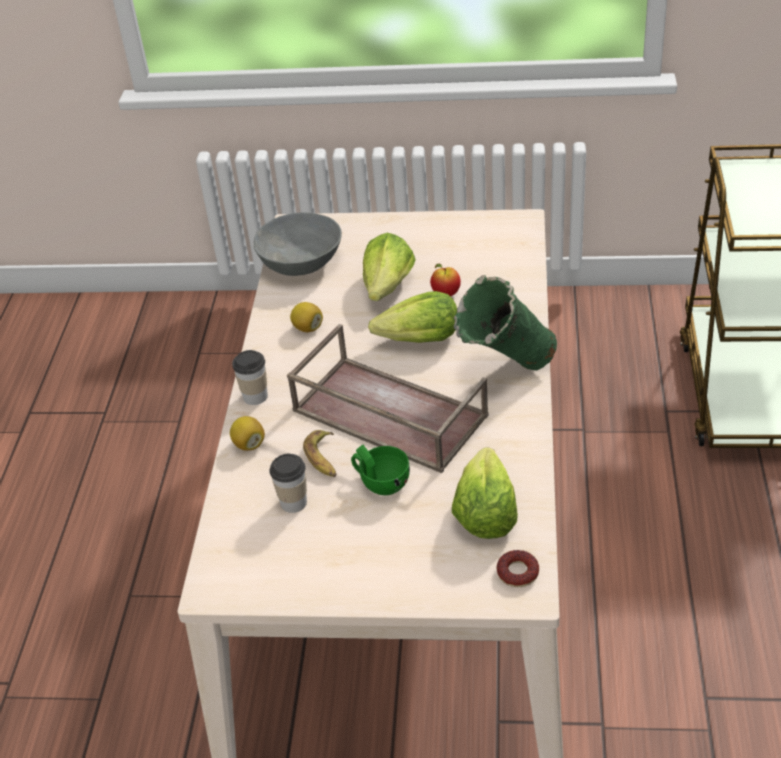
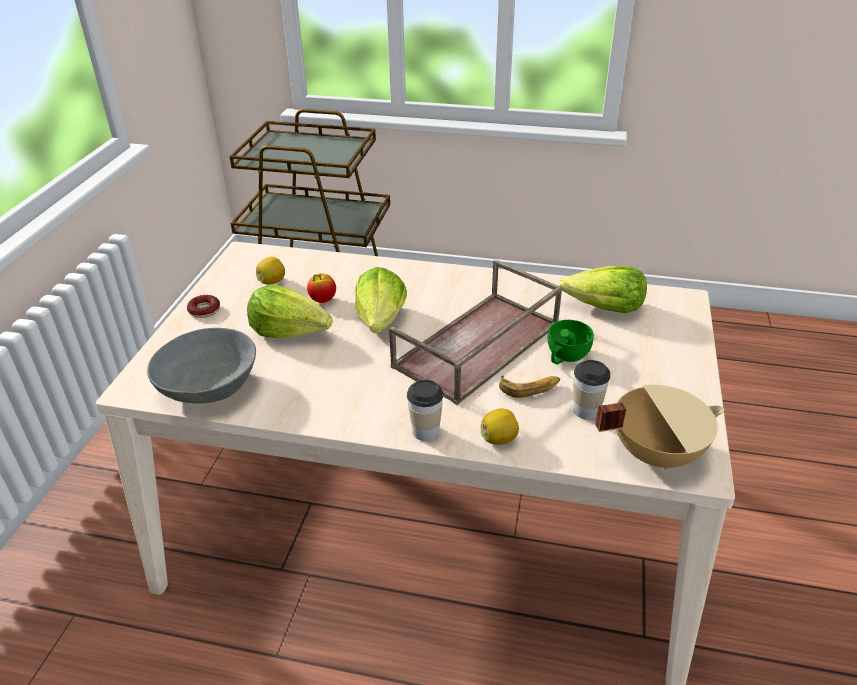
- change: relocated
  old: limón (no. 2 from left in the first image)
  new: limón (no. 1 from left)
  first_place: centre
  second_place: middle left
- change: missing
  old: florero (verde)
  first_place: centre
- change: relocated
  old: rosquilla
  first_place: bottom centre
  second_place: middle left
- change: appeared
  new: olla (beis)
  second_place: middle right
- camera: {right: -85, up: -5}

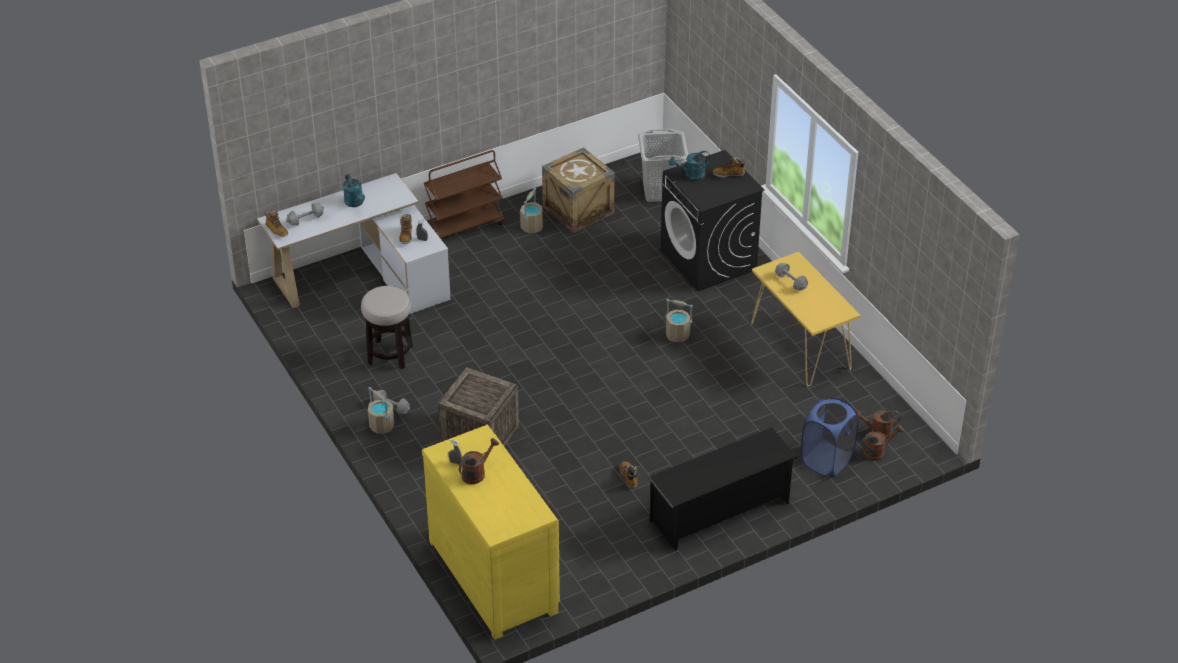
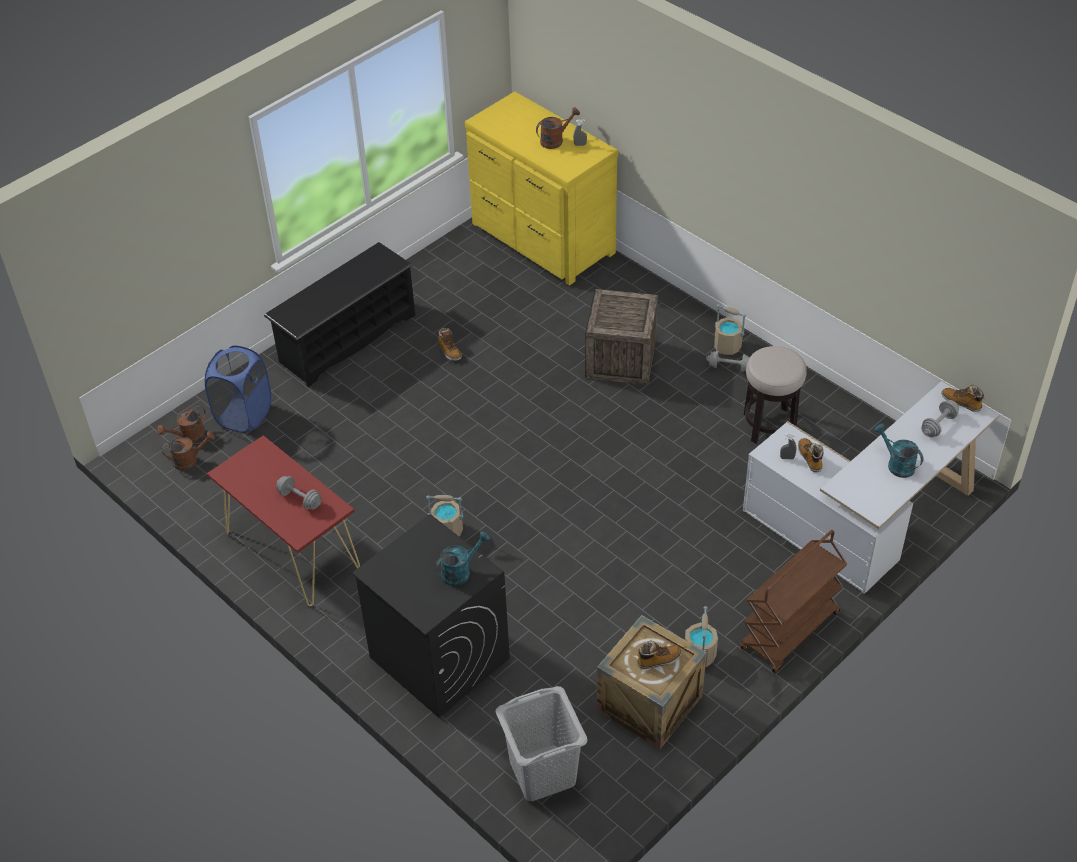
- change: spun
  old: regadera (marrón) (no. 1 from left in the first image)
  first_place: bottom centre
  second_place: top centre
  degrees: -150
- change: relocated
  old: bota (no. 4 from left in the first image)
  new: bota (no. 2 from left)
  first_place: top centre
  second_place: bottom centre
- change: colour
  old: mesa consola (amarillo)
  new: mesa consola (rojo)
  first_place: middle right
  second_place: middle left
- camera: {right: 165, up: 5}

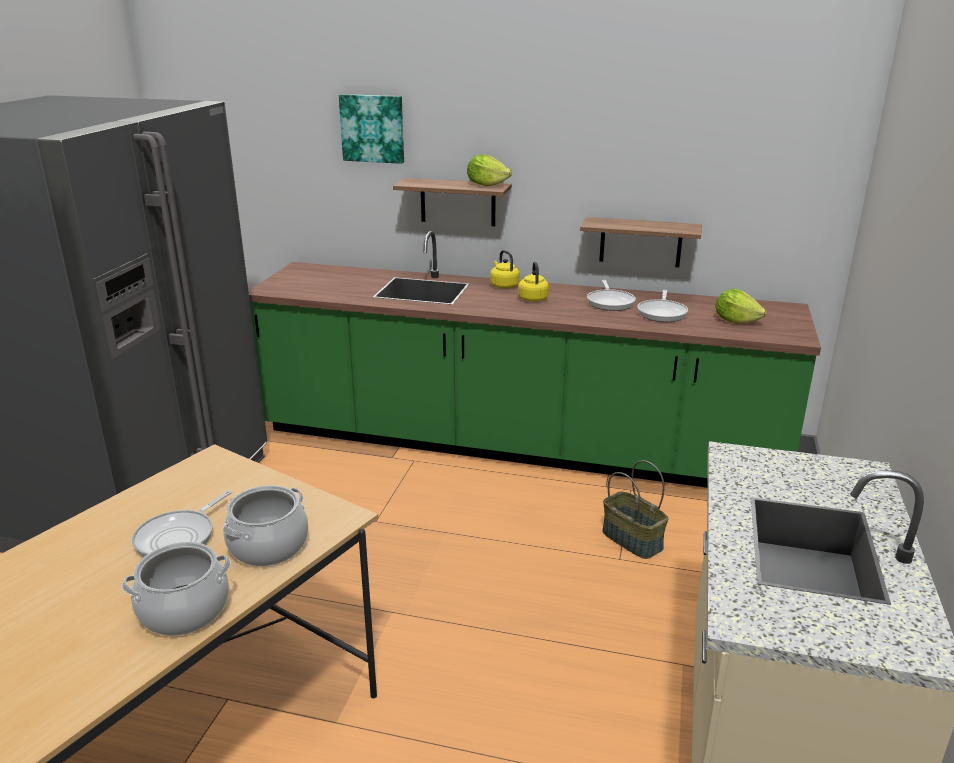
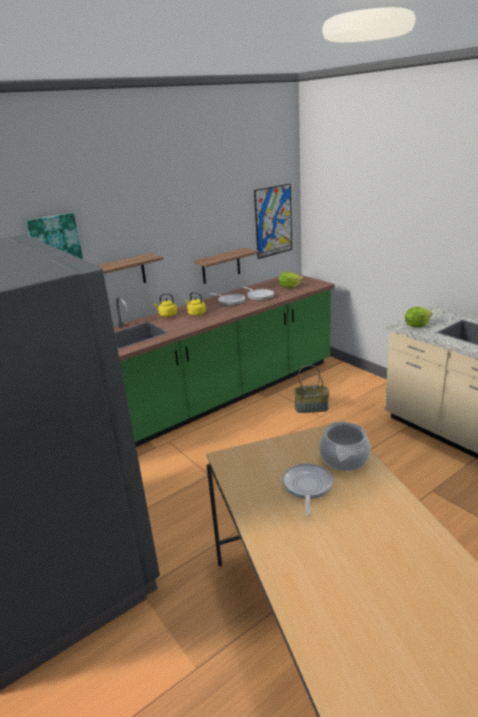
- change: missing
  old: olla (no. 1 from left)
  first_place: bottom left
- change: spun
  old: sartén (no. 1 from left in the first image)
  first_place: bottom left
  second_place: bottom centre
  degrees: -150
- change: relocated
  old: lechuga (no. 1 from left in the first image)
  new: lechuga (no. 2 from left)
  first_place: top centre
  second_place: middle right
- change: appeared
  new: cuadro (no. 2 from left)
  second_place: top centre
- camera: {right: -50, up: 0}

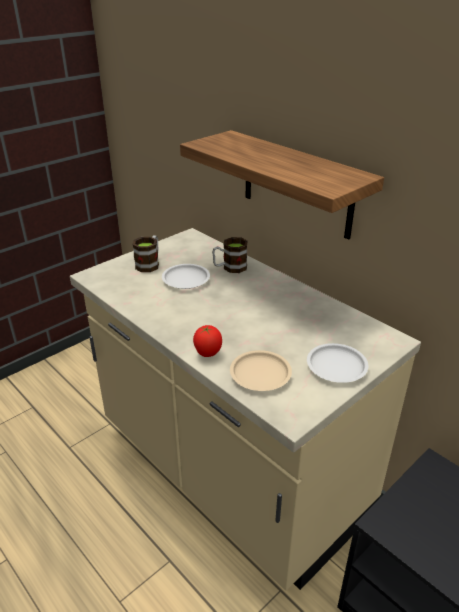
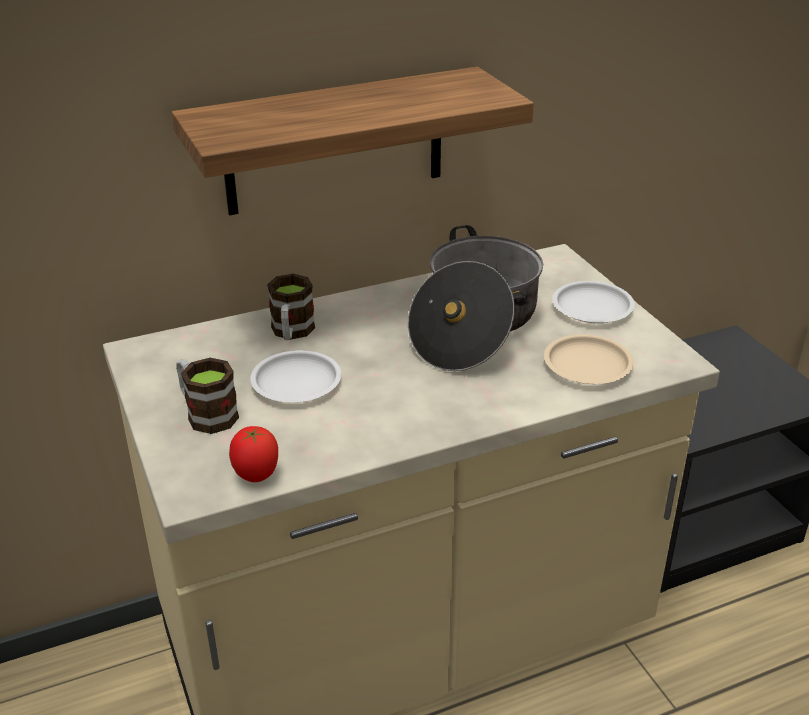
- change: relocated
  old: tomate
  first_place: centre
  second_place: middle left
- change: appeared
  new: olla
  second_place: centre
- camera: {right: -70, up: 0}

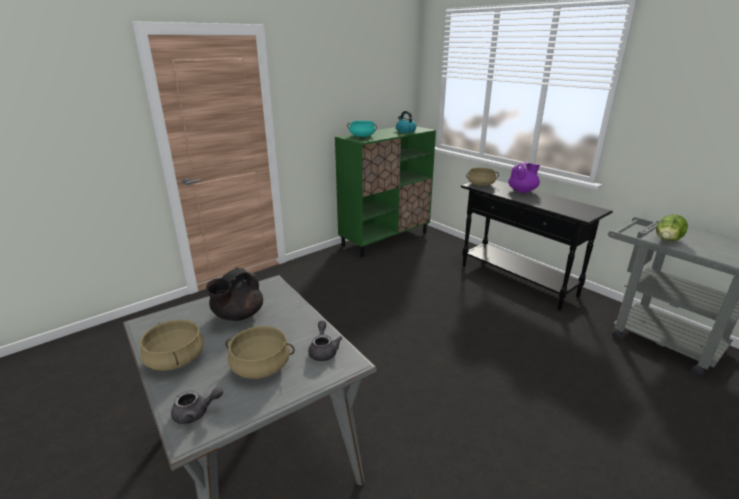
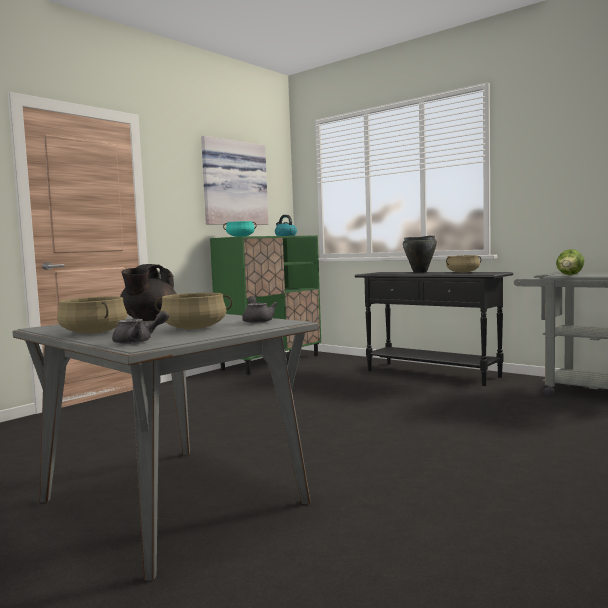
- change: relocated
  old: olla (beis) (no. 3 from left)
  first_place: centre
  second_place: middle right
- change: exchanged
  old: tetera (morado)
  new: olla (negro)
  first_place: middle right
  second_place: middle right
- change: appeared
  new: cuadro
  second_place: top centre
- camera: {right: -10, up: -20}

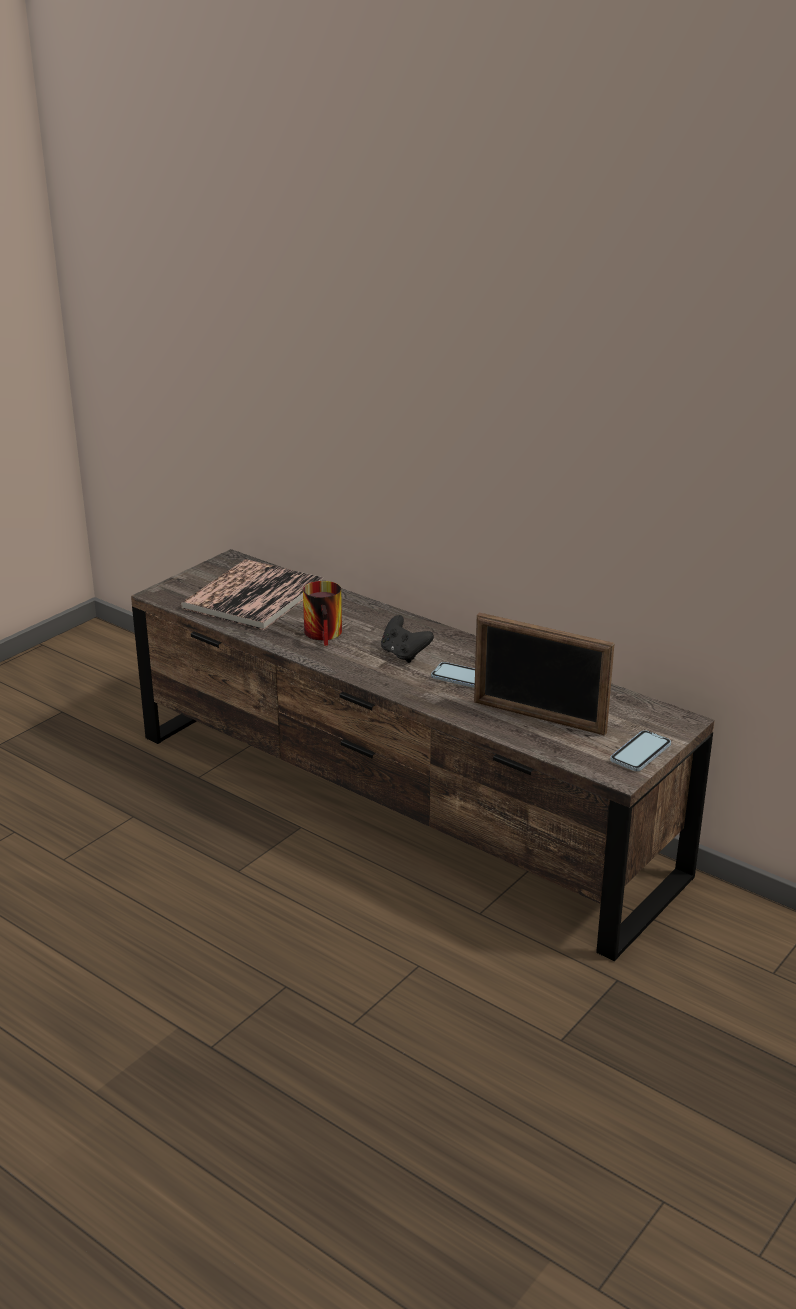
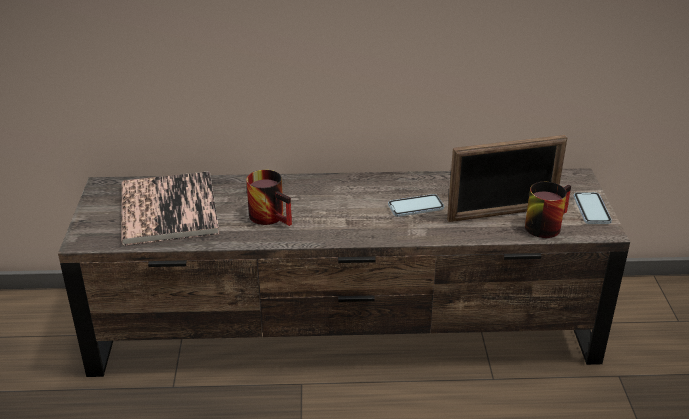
- change: missing
  old: mando de consola (negro)
  first_place: centre
- change: appeared
  new: taza grande (no. 2 from left)
  second_place: middle right
- camera: {right: -40, up: 5}

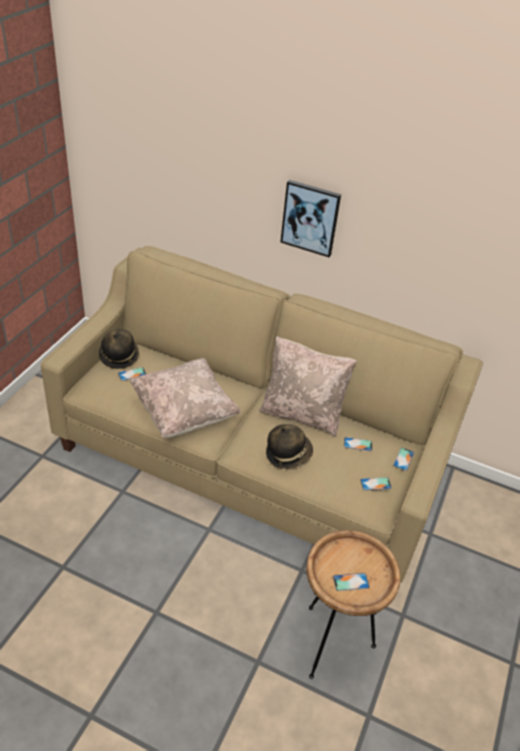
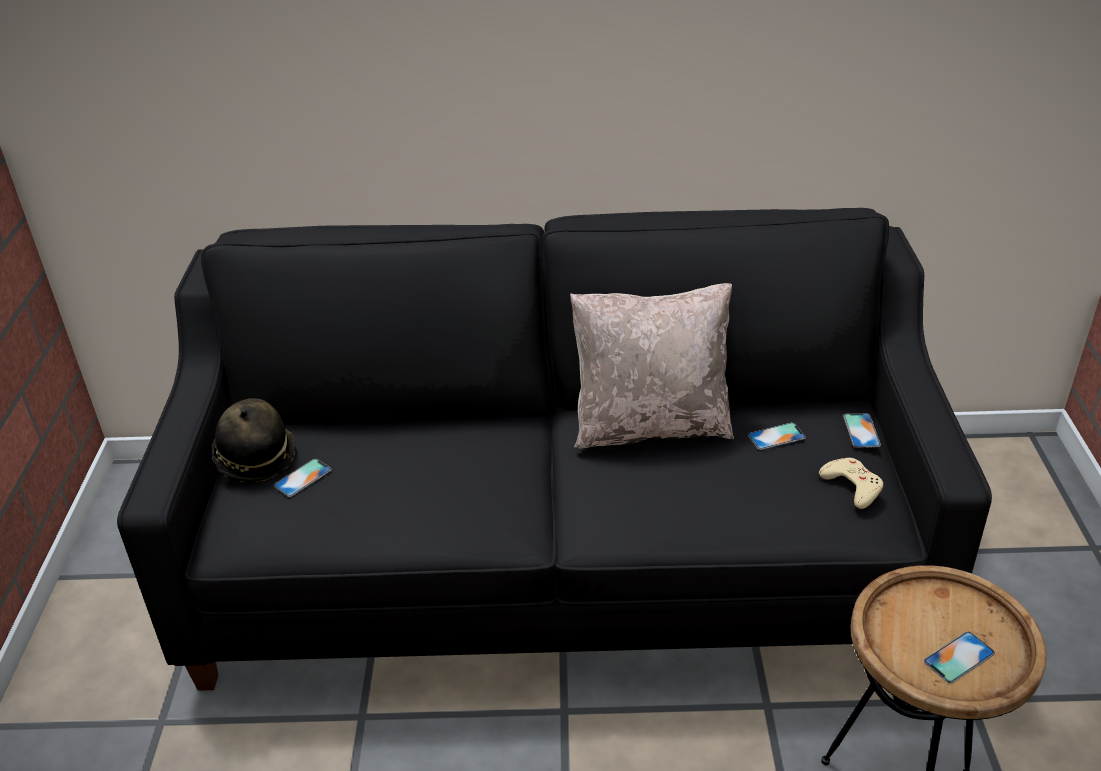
- change: colour
  old: sofá (beis)
  new: sofá (negro)
  first_place: centre
  second_place: centre
- change: missing
  old: cojín (beis) (no. 1 from left)
  first_place: centre
- change: missing
  old: sombrero (no. 2 from left)
  first_place: centre
- change: missing
  old: cuadro
  first_place: top centre
- change: exchanged
  old: móvil (no. 4 from left)
  new: mando de consola (beis)
  first_place: middle right
  second_place: middle right
- camera: {right: -20, up: -5}

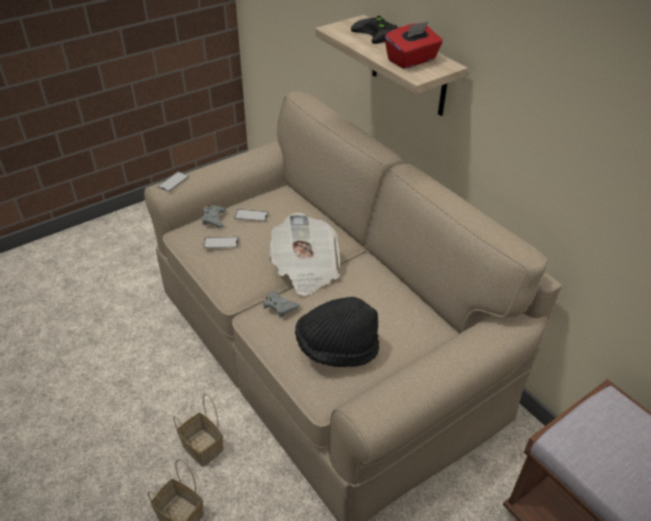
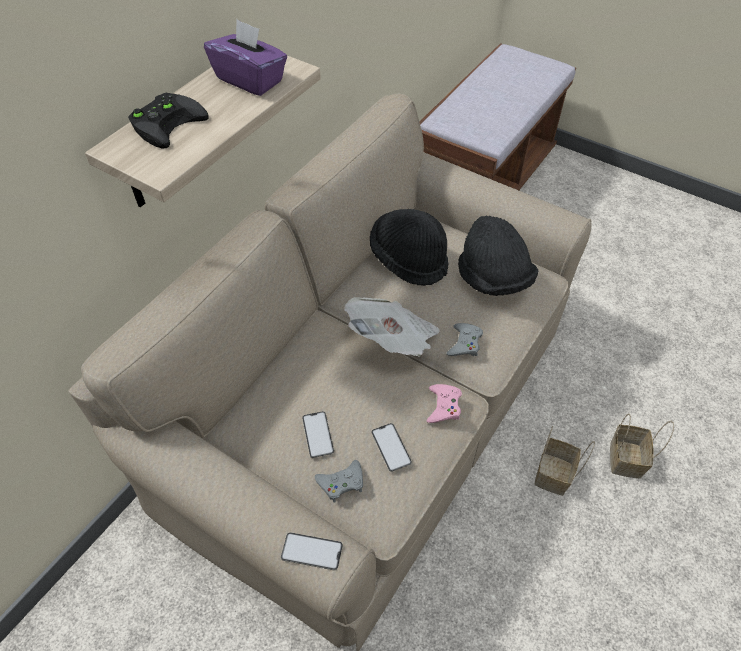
- change: colour
  old: caja de pañuelos (rojo)
  new: caja de pañuelos (morado)
  first_place: top centre
  second_place: top left
- change: appeared
  new: sombrero (negro) (no. 1 from left)
  second_place: centre
- change: appeared
  new: mando de consola (rosa)
  second_place: centre
- camera: {right: -110, up: 10}

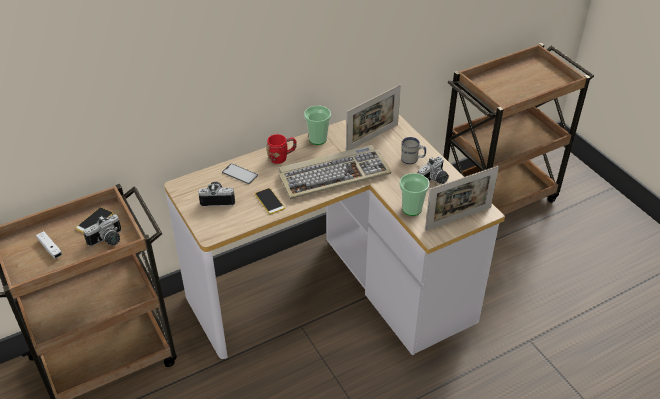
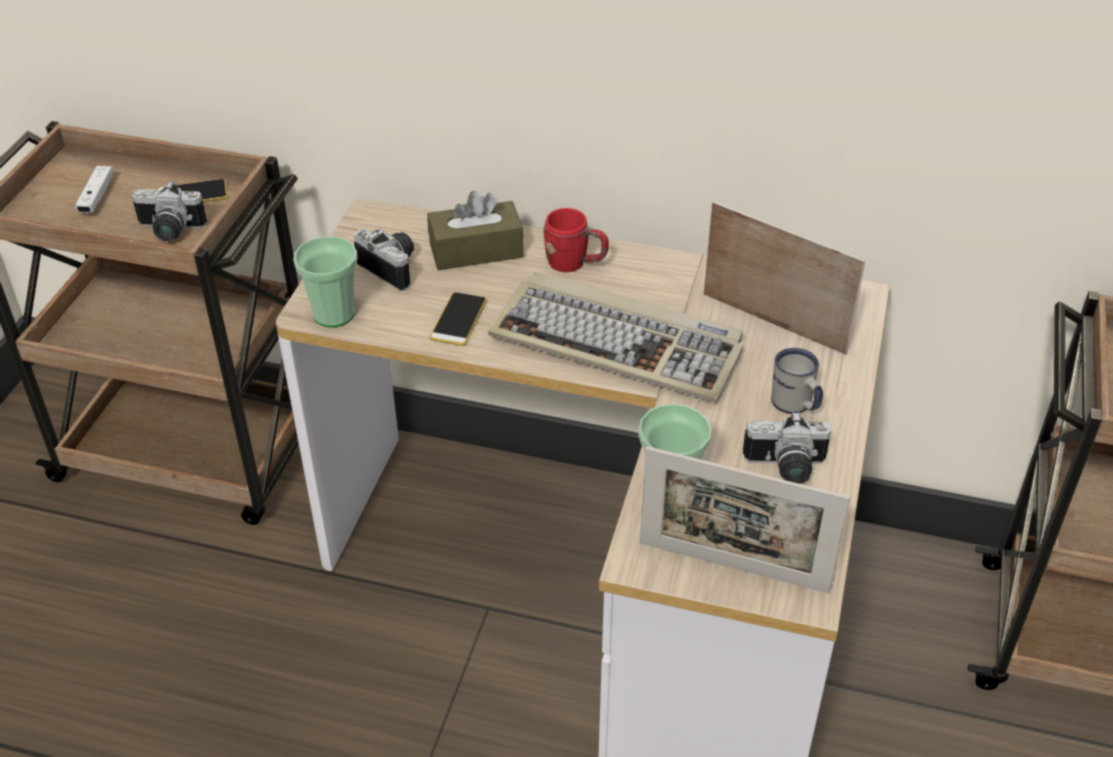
- change: exchanged
  old: móvil (no. 2 from left)
  new: caja de pañuelos (marrón)
  first_place: centre
  second_place: top centre
- change: relocated
  old: taza (no. 1 from left)
  first_place: top centre
  second_place: middle left
- change: spun
  old: portarretratos (no. 1 from left in the first image)
  first_place: top centre
  second_place: middle right
  degrees: -150
- camera: {right: 45, up: 0}

